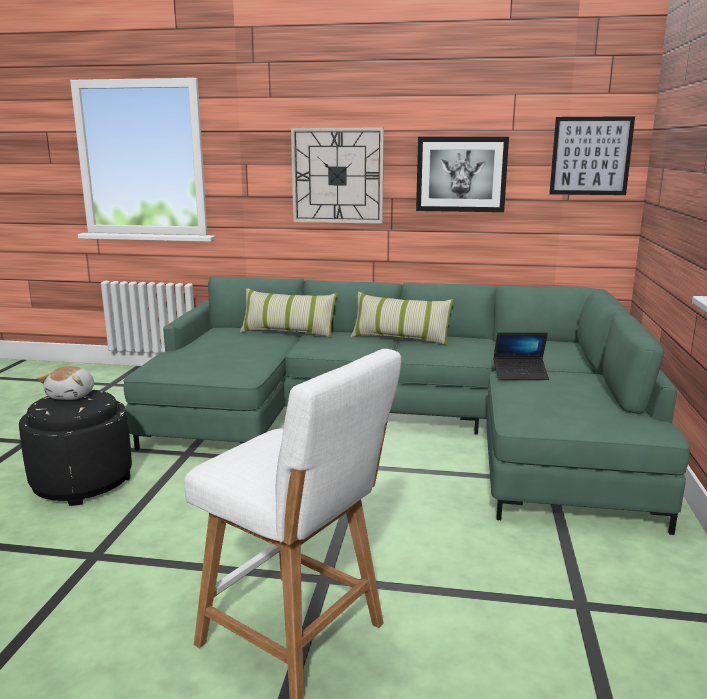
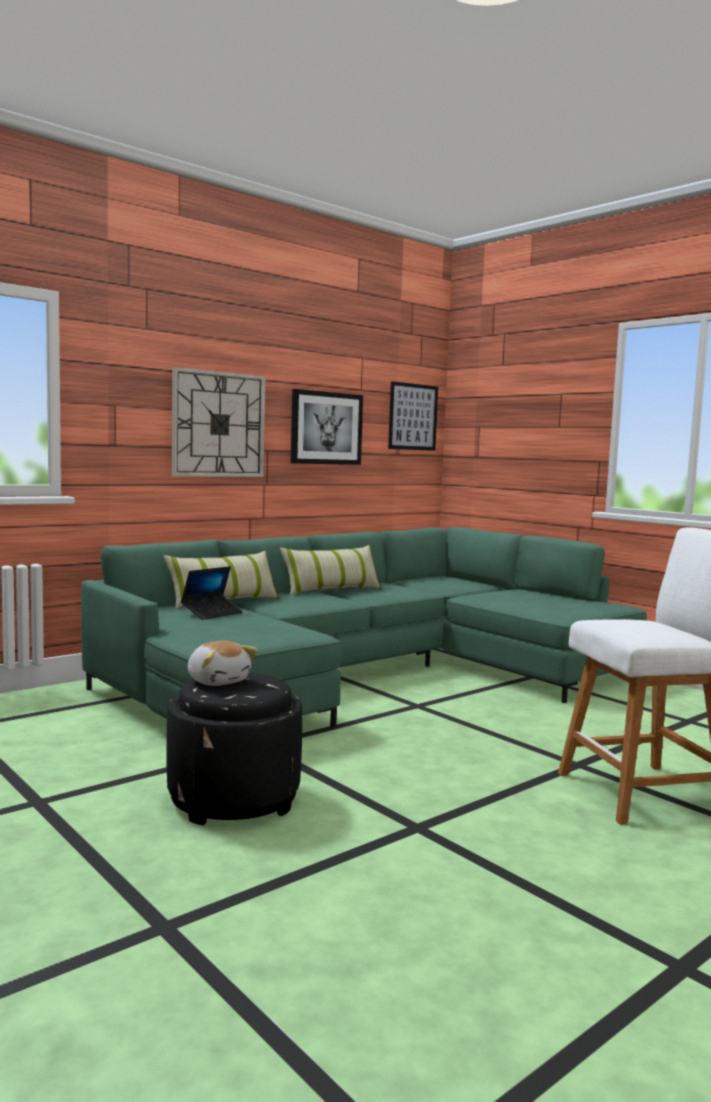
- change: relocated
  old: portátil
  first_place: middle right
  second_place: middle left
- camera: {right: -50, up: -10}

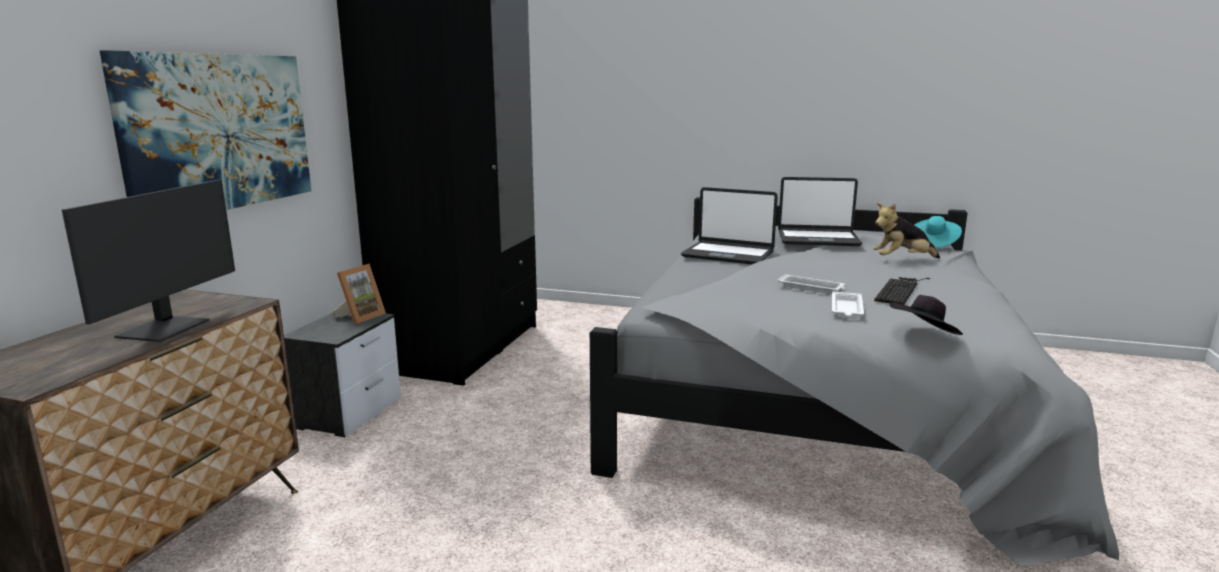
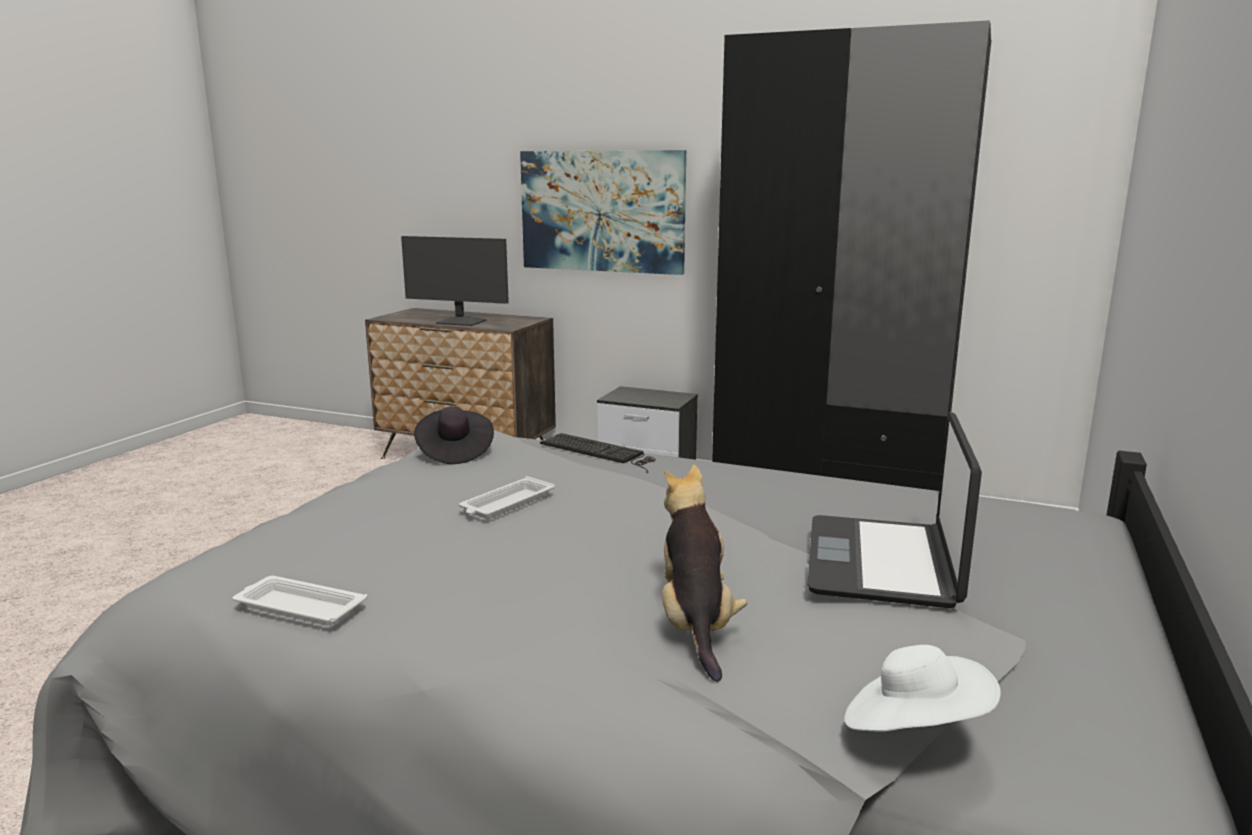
- change: missing
  old: portarretratos
  first_place: middle left
- change: missing
  old: portátil (no. 1 from left)
  first_place: centre
- change: relocated
  old: bandeja (blanco) (no. 2 from left in the first image)
  new: bandeja (blanco) (no. 1 from left)
  first_place: middle right
  second_place: bottom left
- change: relocated
  old: teclado
  first_place: middle right
  second_place: centre
- change: relocated
  old: sombrero (negro)
  first_place: middle right
  second_place: centre
- change: colour
  old: sombrero (turquesa)
  new: sombrero (blanco)
  first_place: middle right
  second_place: bottom right
- camera: {right: 95, up: 0}

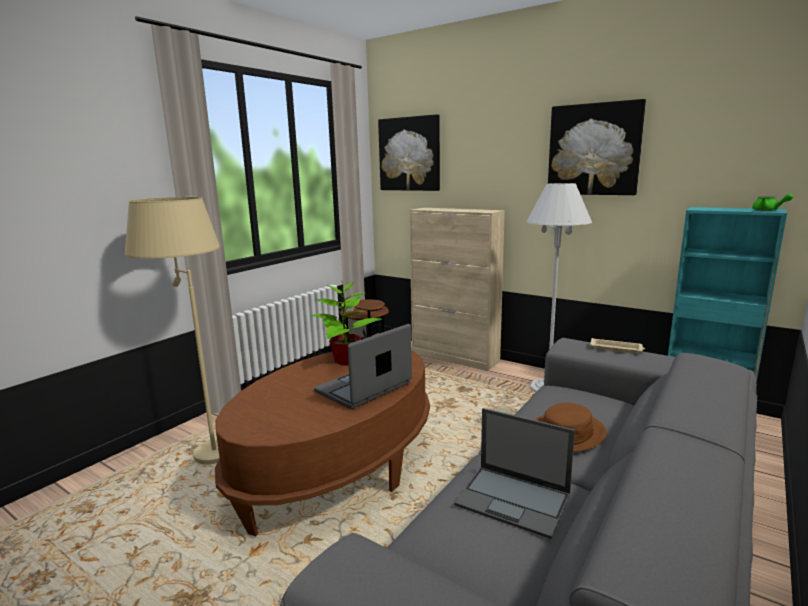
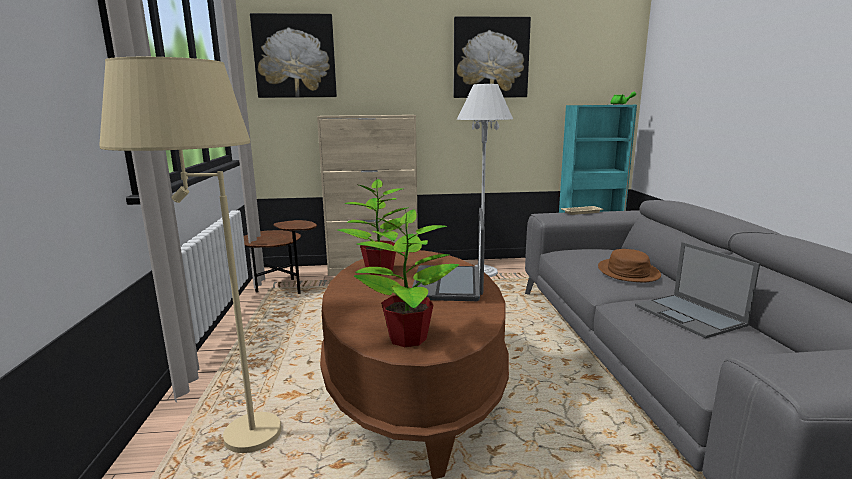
- change: spun
  old: portátil (no. 2 from left)
  first_place: bottom centre
  second_place: middle right
  degrees: 75
- change: appeared
  new: planta en maceta (no. 2 from left)
  second_place: centre
- camera: {right: -40, up: 0}

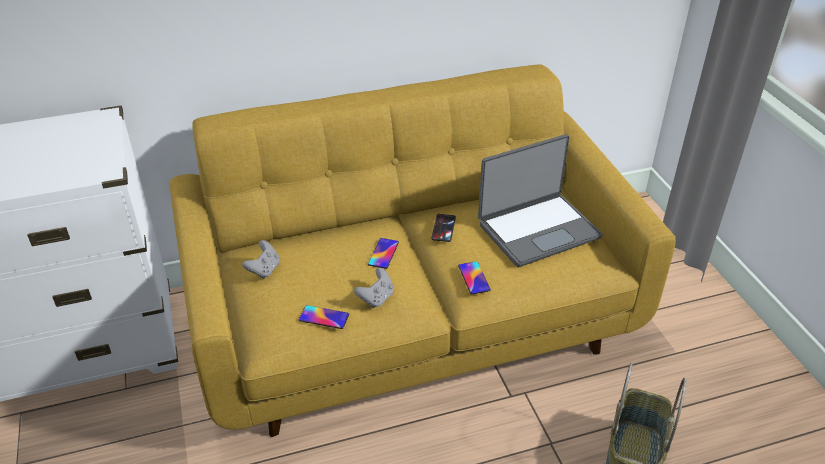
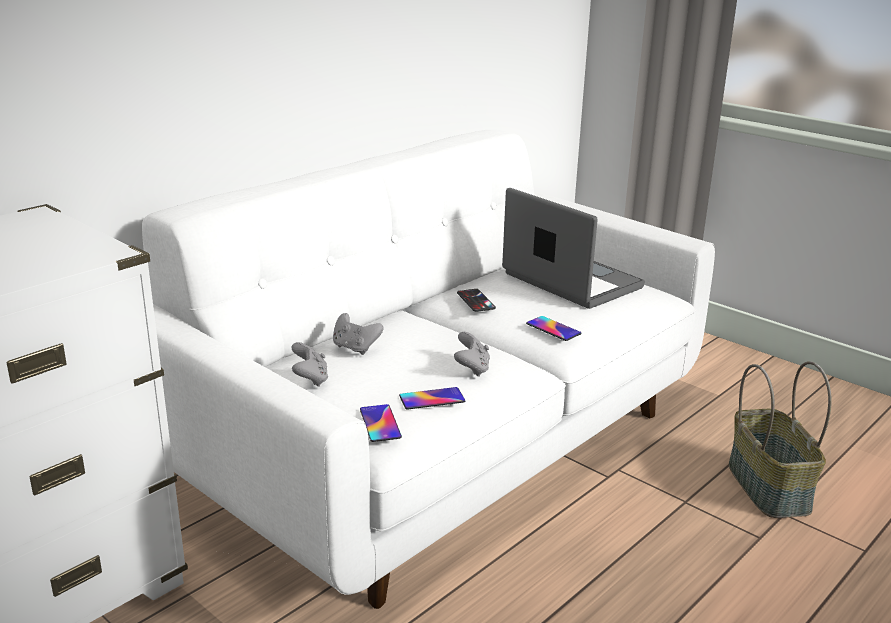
- change: colour
  old: sofá (amarillo)
  new: sofá (blanco)
  first_place: centre
  second_place: centre
- change: relocated
  old: móvil (no. 2 from left in the first image)
  new: móvil (no. 1 from left)
  first_place: centre
  second_place: bottom centre
- change: spun
  old: portátil
  first_place: centre
  second_place: centre
  degrees: -75
- change: appeared
  new: mando de consola (gris) (no. 2 from left)
  second_place: centre
- camera: {right: -30, up: -15}

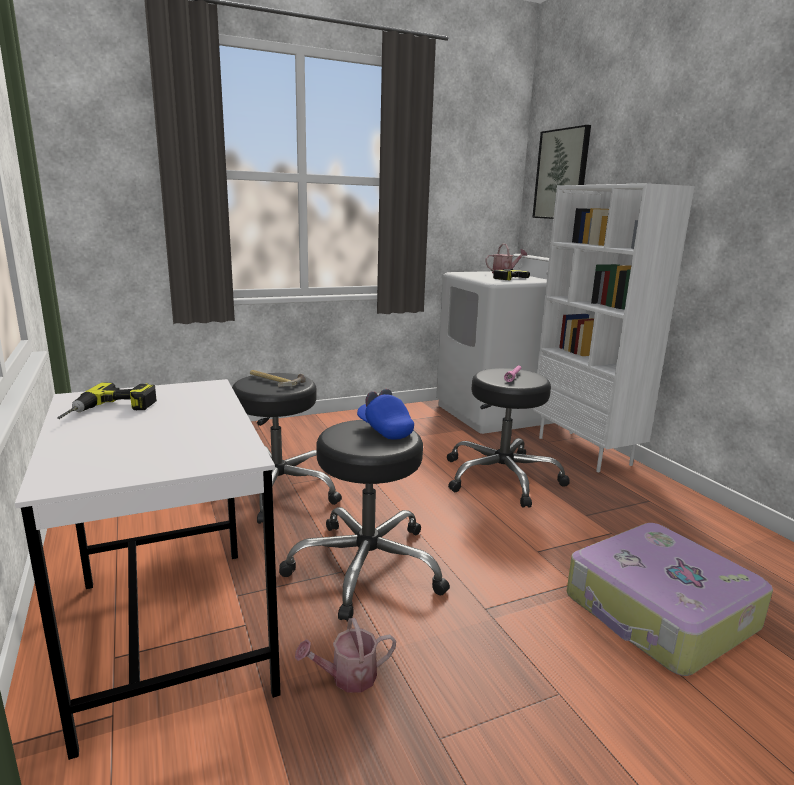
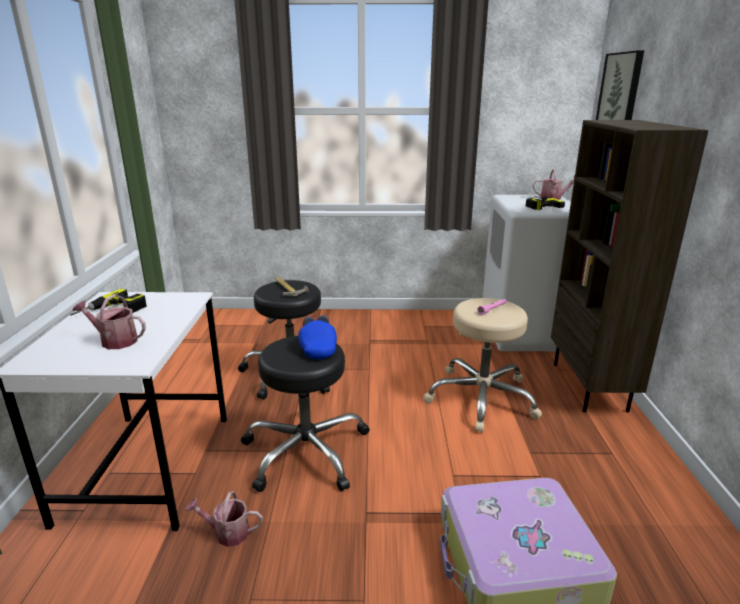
- change: colour
  old: taburete (negro) (no. 3 from left)
  new: taburete (beis)
  first_place: centre
  second_place: centre
- change: colour
  old: estantería (blanco)
  new: estantería (marrón)
  first_place: middle right
  second_place: middle right
- change: appeared
  new: regadera (no. 1 from left)
  second_place: middle left
- camera: {right: 25, up: 5}

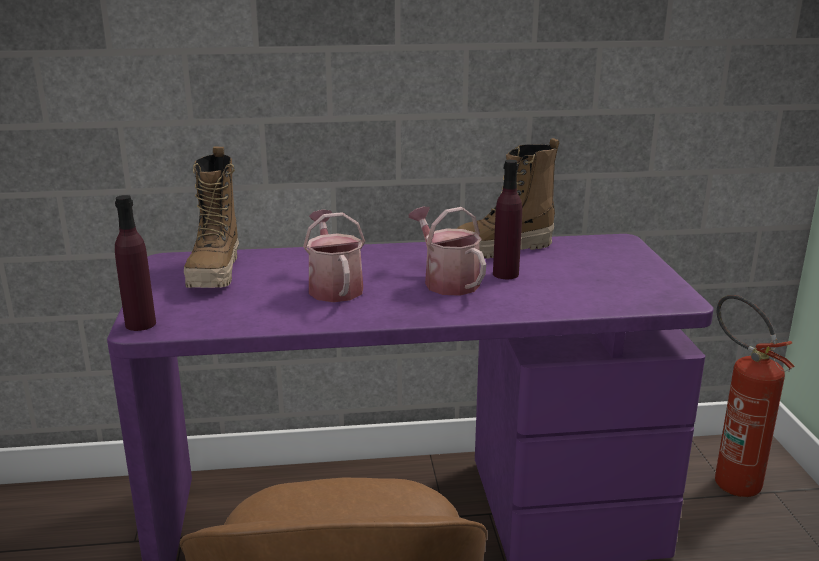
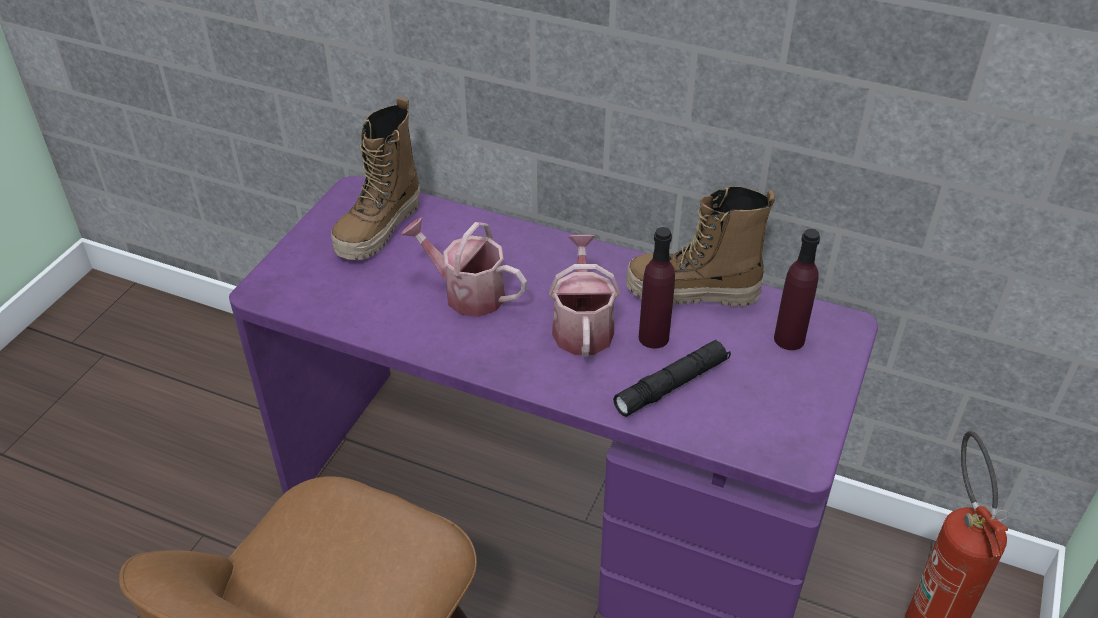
- change: relocated
  old: botella (morado) (no. 1 from left in the first image)
  new: botella (morado) (no. 2 from left)
  first_place: middle left
  second_place: middle right
- change: spun
  old: regadera (no. 1 from left)
  first_place: centre
  second_place: centre
  degrees: -75
- change: appeared
  new: linterna (negro)
  second_place: centre
- camera: {right: 30, up: 20}

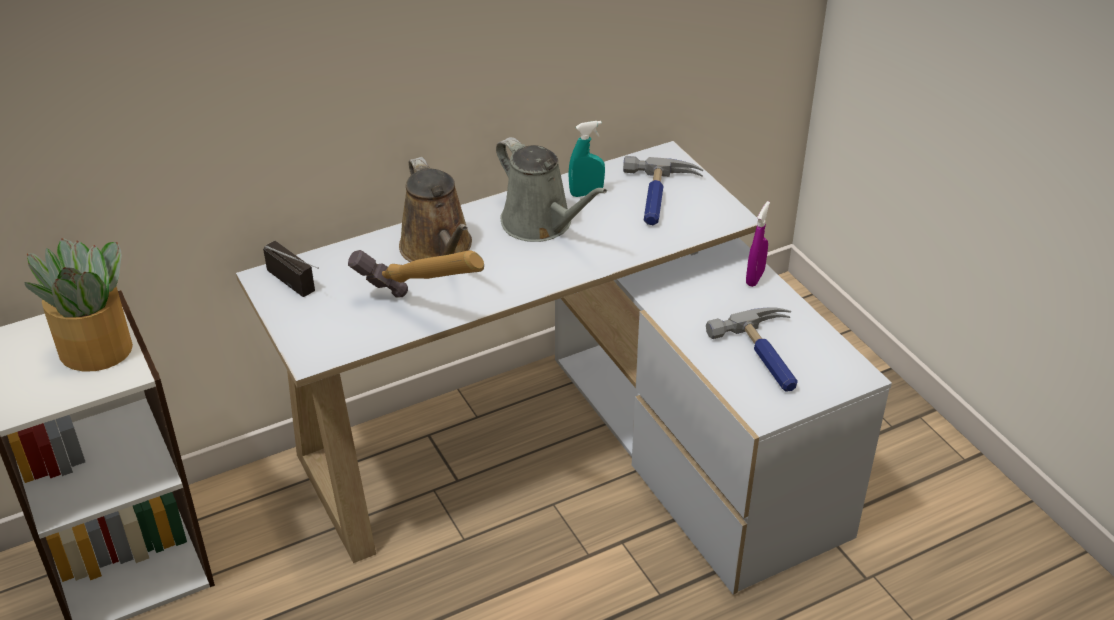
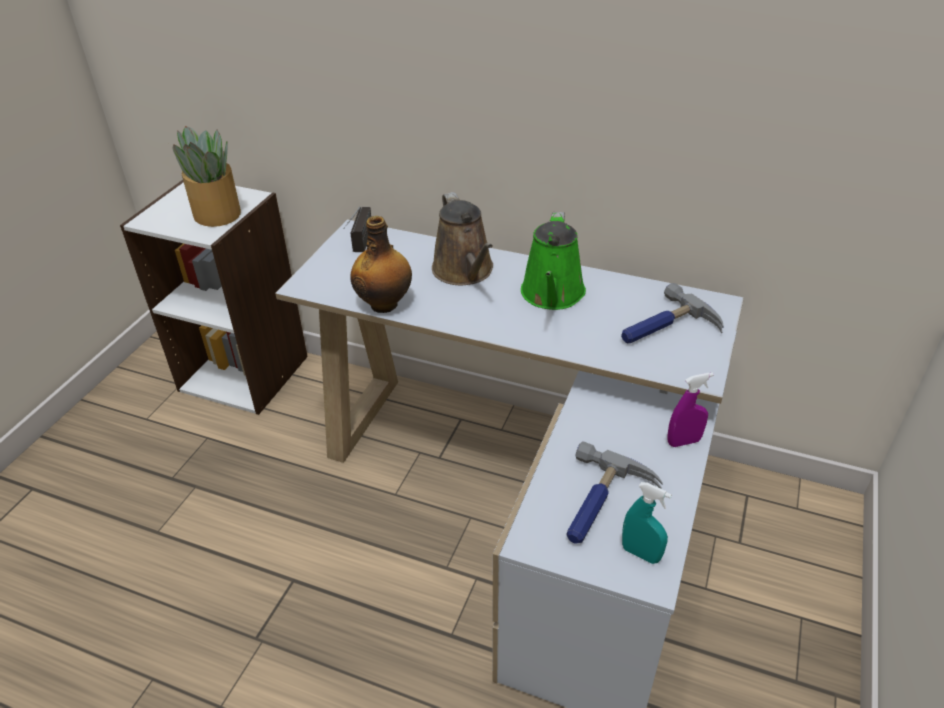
- change: exchanged
  old: martillo (no. 1 from left)
  new: botella
  first_place: centre
  second_place: centre
- change: spun
  old: regadera (marrón)
  first_place: centre
  second_place: centre
  degrees: -45
- change: colour
  old: regadera (gris)
  new: regadera (verde)
  first_place: top centre
  second_place: centre
- change: relocated
  old: pulverizador (turquesa)
  first_place: top centre
  second_place: bottom right
- camera: {right: 50, up: 0}

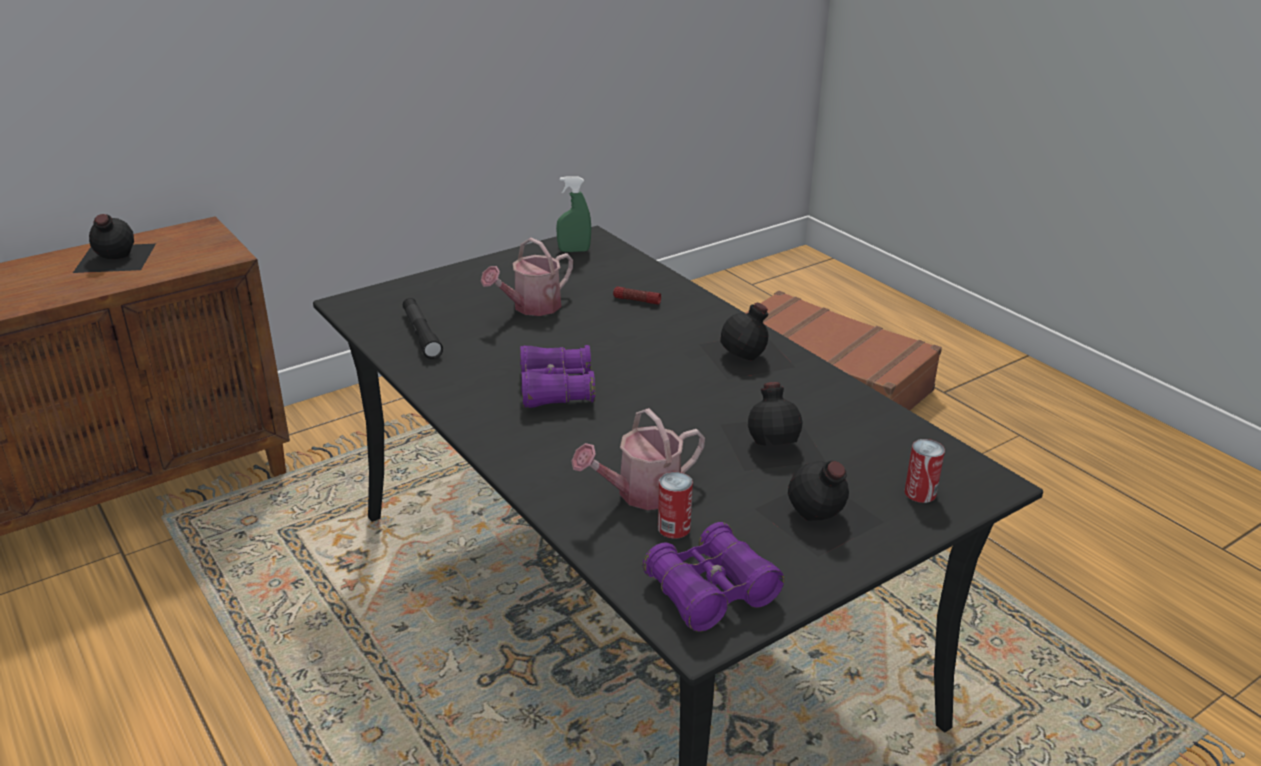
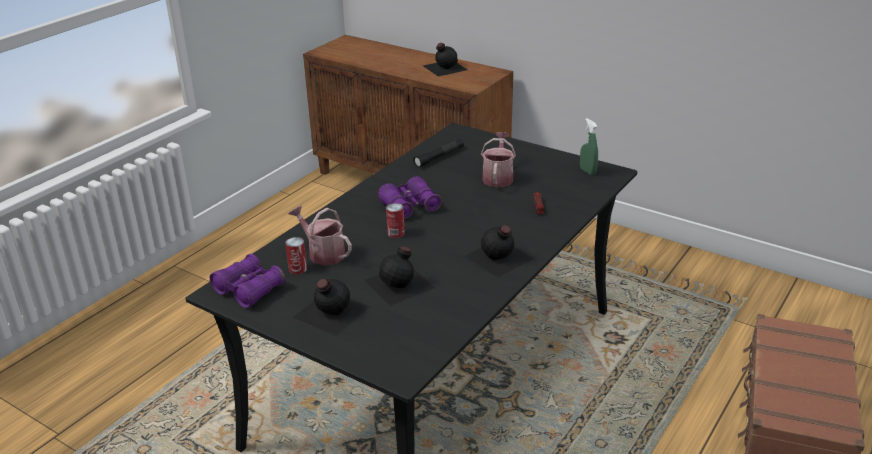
- change: spun
  old: regadera (no. 1 from left in the first image)
  first_place: centre
  second_place: centre
  degrees: 75
- change: relocated
  old: lata (no. 2 from left)
  first_place: middle right
  second_place: centre
- camera: {right: 70, up: 0}

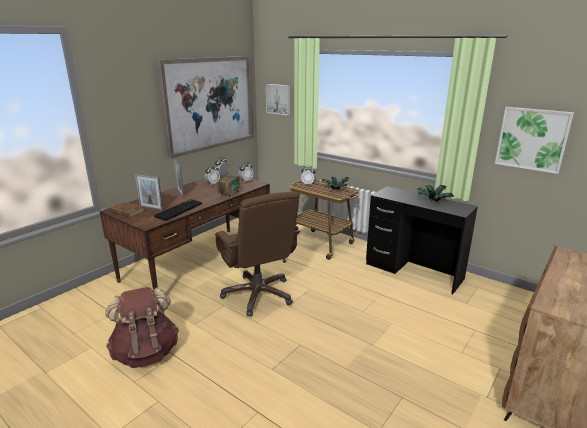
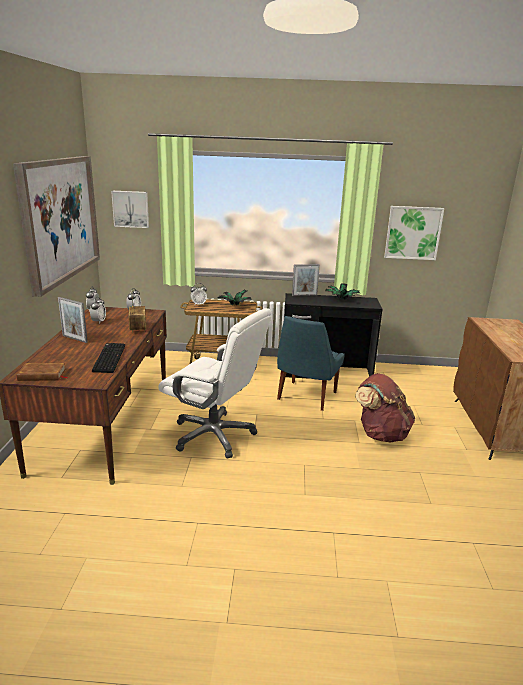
- change: relocated
  old: mochila (marrón)
  first_place: bottom left
  second_place: middle right
- change: relocated
  old: portarretratos (no. 1 from left in the first image)
  new: portarretratos (no. 2 from left)
  first_place: middle left
  second_place: centre
- change: colour
  old: silla de oficina (marrón)
  new: silla de oficina (blanco)
  first_place: centre
  second_place: centre
- change: appeared
  new: silla (azul)
  second_place: centre
- camera: {right: -35, up: 0}

